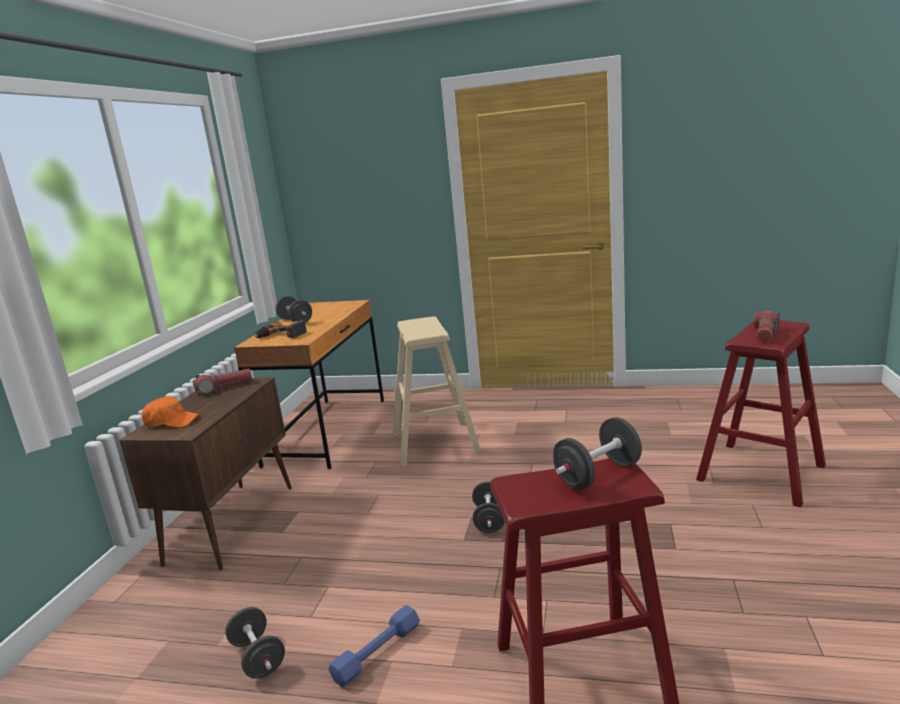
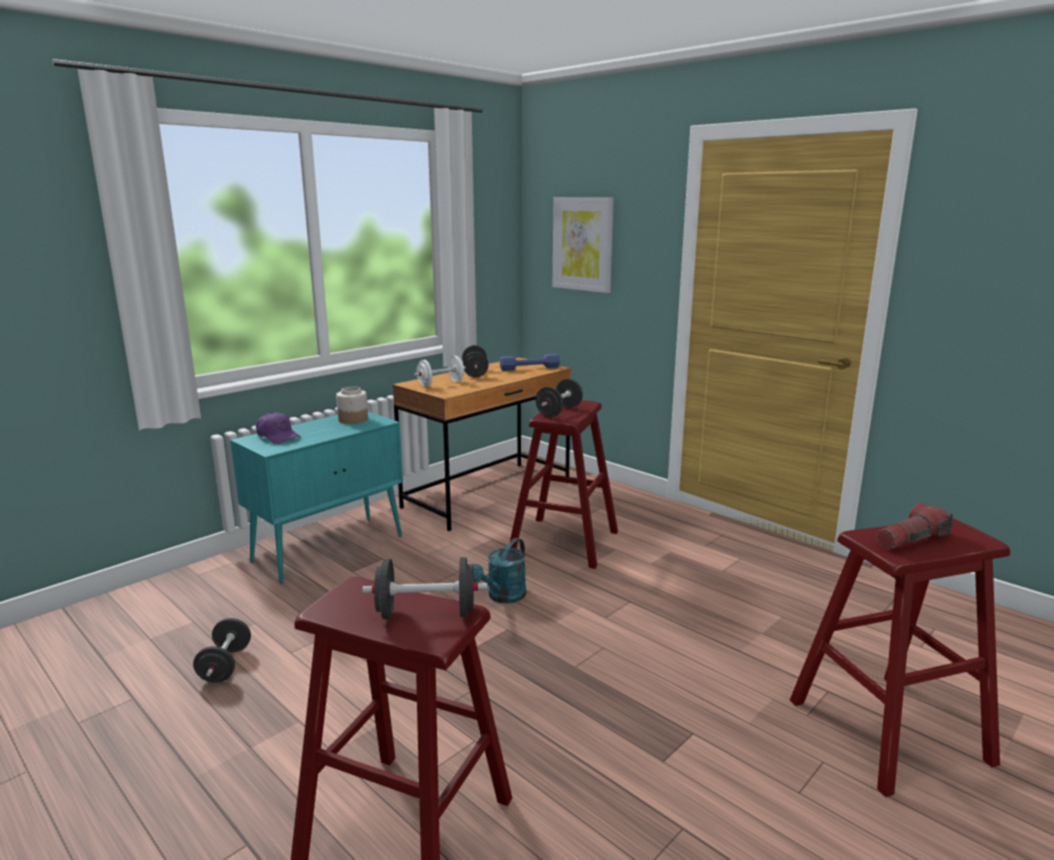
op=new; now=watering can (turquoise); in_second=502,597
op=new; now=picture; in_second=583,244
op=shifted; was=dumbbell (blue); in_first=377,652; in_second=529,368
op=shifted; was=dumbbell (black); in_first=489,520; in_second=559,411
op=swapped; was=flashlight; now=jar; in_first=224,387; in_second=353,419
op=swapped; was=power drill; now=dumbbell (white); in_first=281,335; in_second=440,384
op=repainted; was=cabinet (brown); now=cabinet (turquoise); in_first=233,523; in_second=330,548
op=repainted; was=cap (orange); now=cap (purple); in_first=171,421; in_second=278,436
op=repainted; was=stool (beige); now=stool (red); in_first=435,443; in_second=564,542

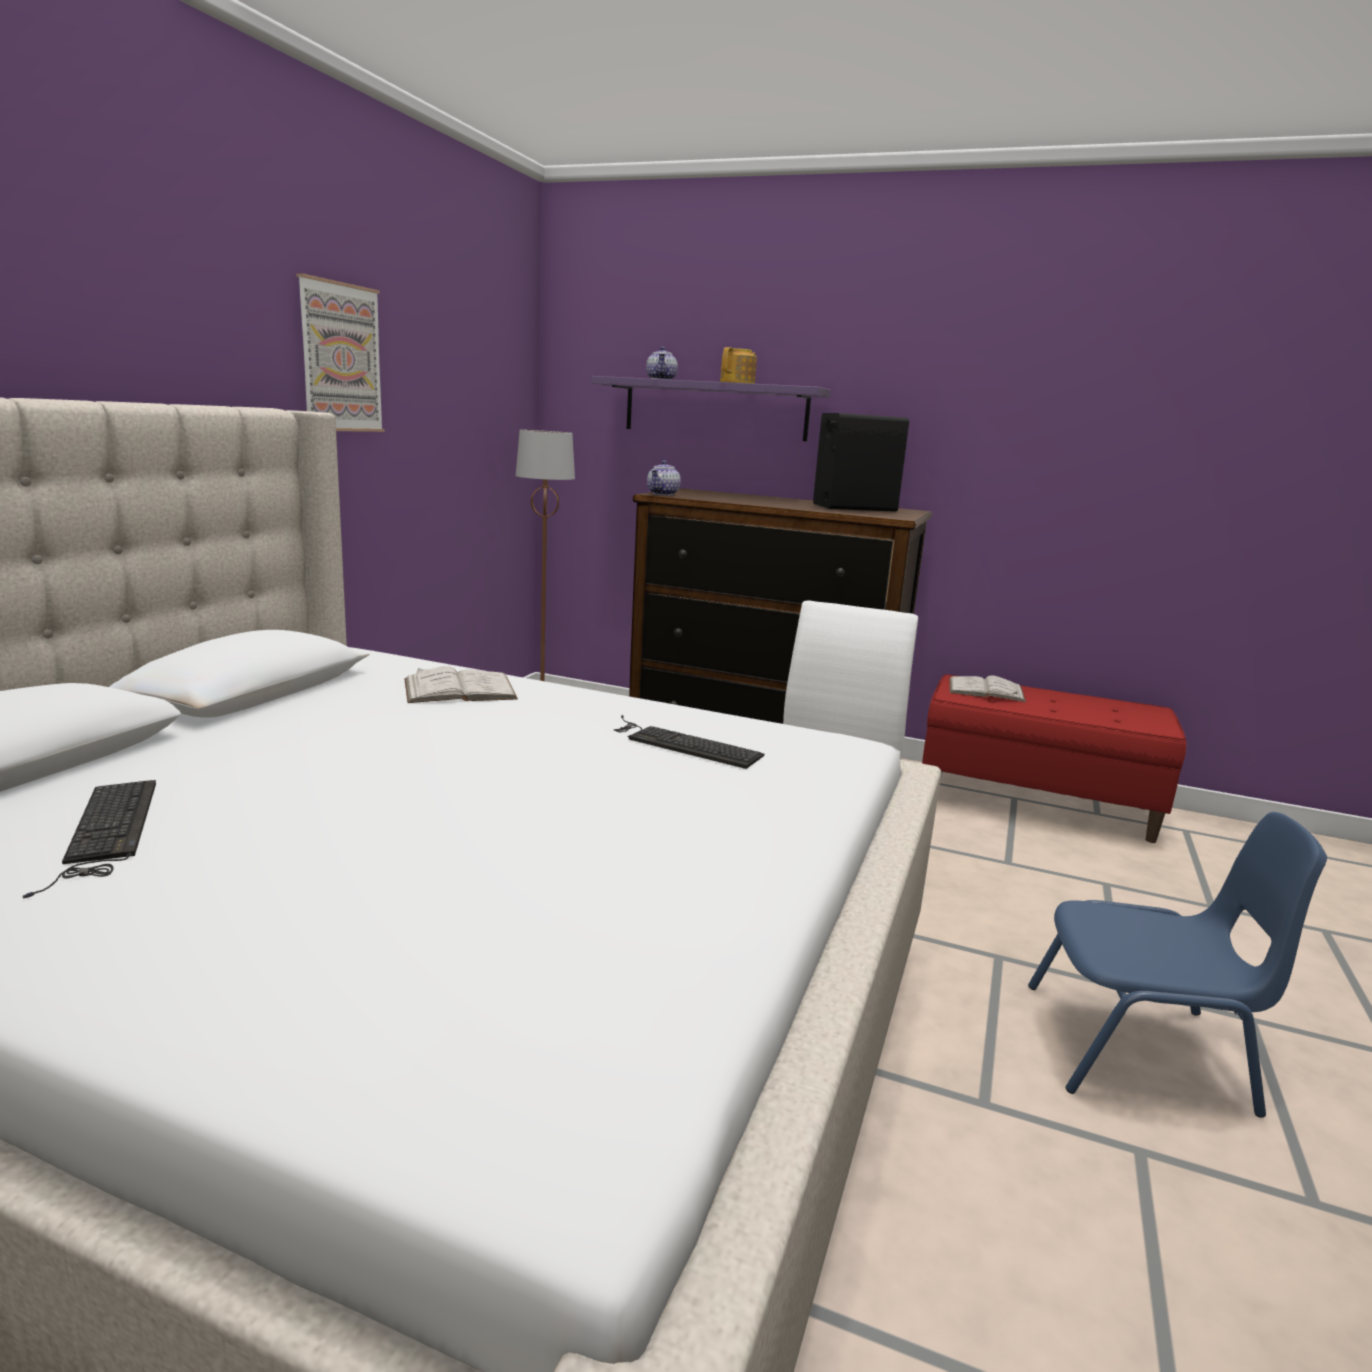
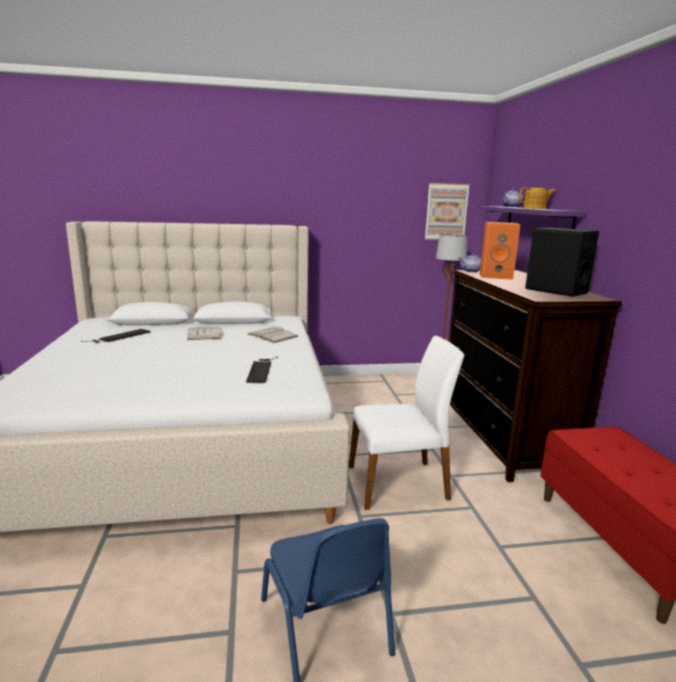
op=new; now=speaker (orange); in_second=496,276
op=shifted; was=picture; in_first=340,358; in_second=446,212
op=shifted; was=book (white); in_first=986,690; in_second=204,333

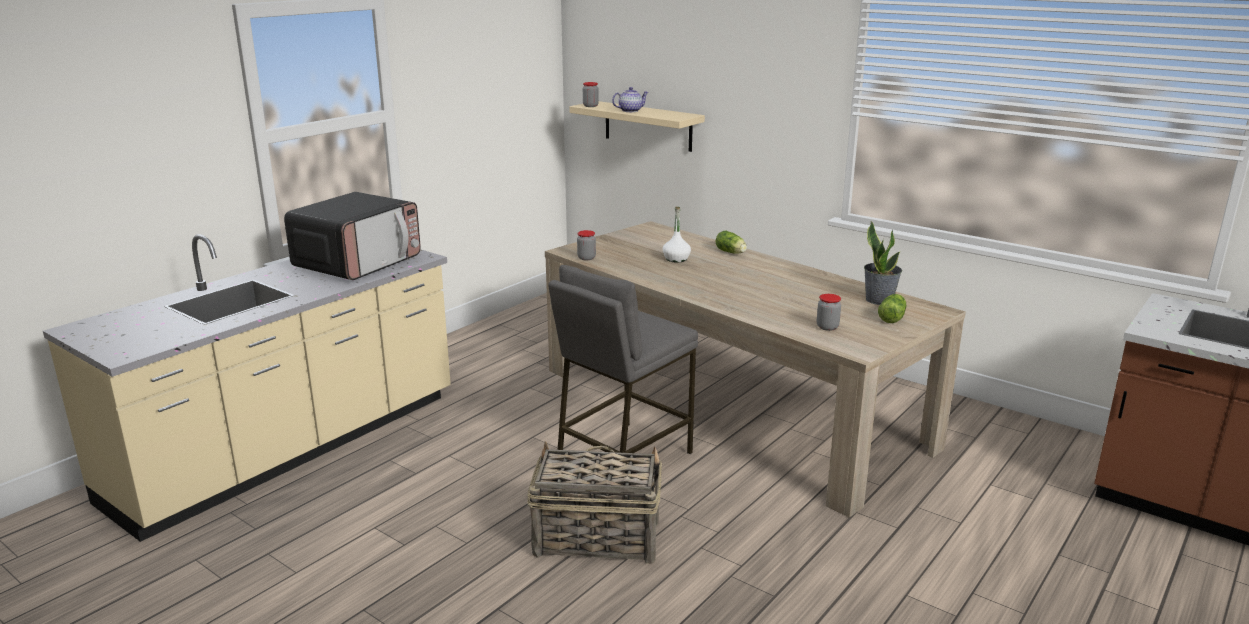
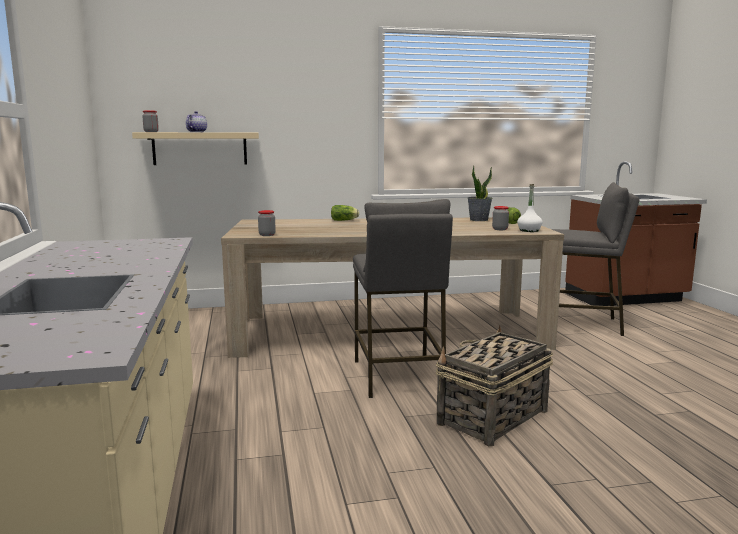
op=gone; was=microwave; in_first=358,263
op=new; now=stool (grey); in_second=580,324
op=shifted; was=bottle (white); in_first=676,259; in_second=529,230

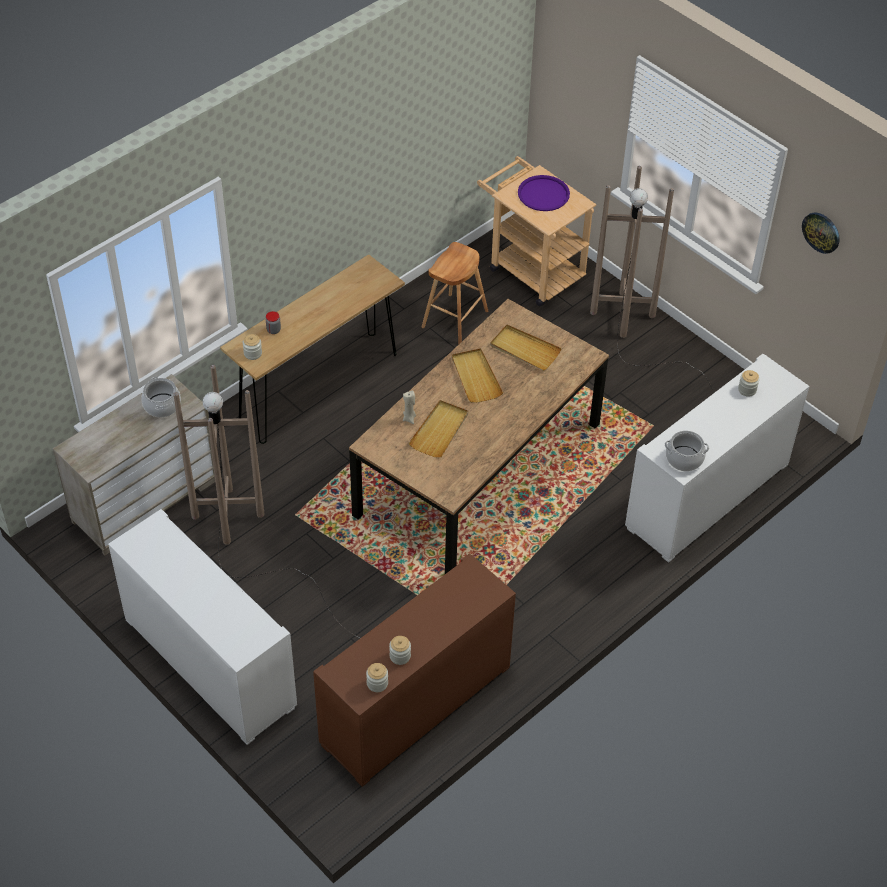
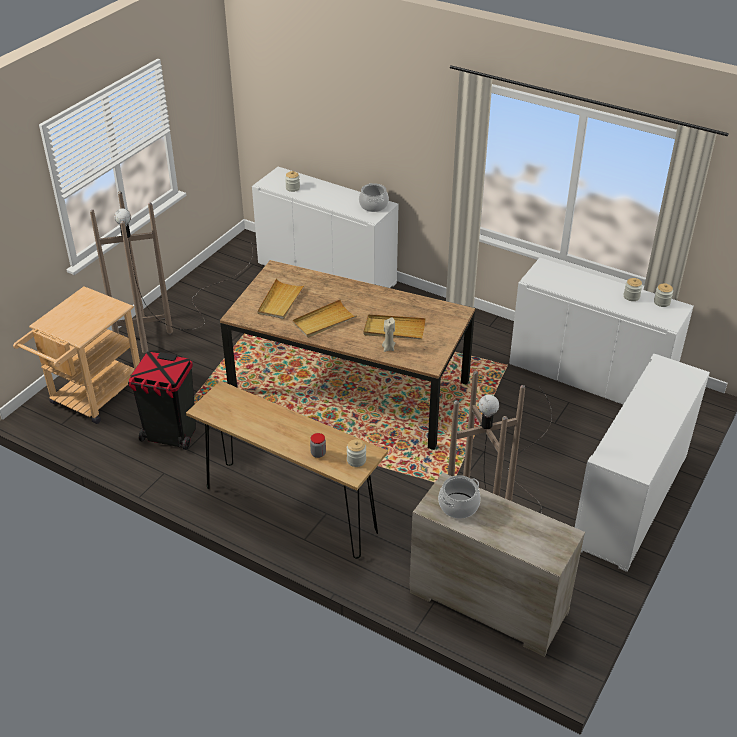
op=gone; was=tray (purple); in_first=543,194
op=gone; was=wall clock; in_first=821,232
op=swapped; was=stool (brown); now=trash can (black); in_first=455,319; in_second=170,435
op=repainted; was=cabinet (brown); now=cabinet (white); in_first=416,705; in_second=589,377

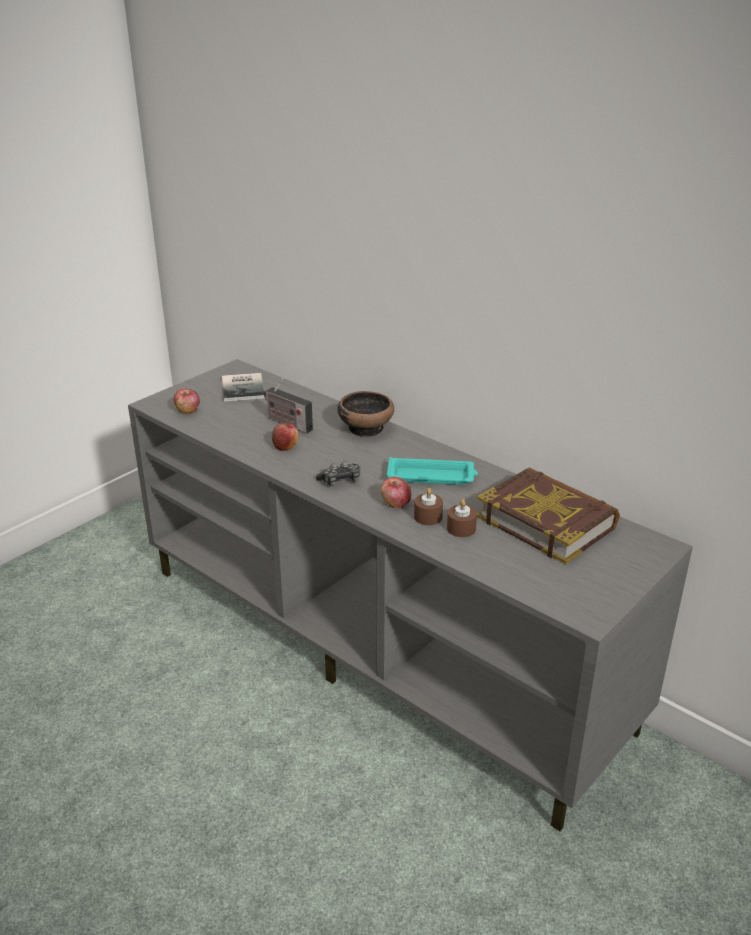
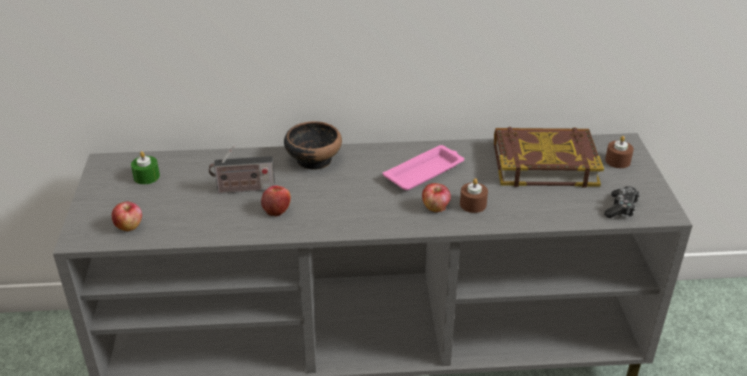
op=shifted; was=game controller; in_first=340,481; in_second=621,208
op=shifted; was=candle (brown); in_first=461,528; in_second=617,161
op=swapped; was=book; now=candle (green); in_first=244,387; in_second=146,177
op=repainted; was=tray (turquoise); now=tray (pink); in_first=432,476; in_second=425,172

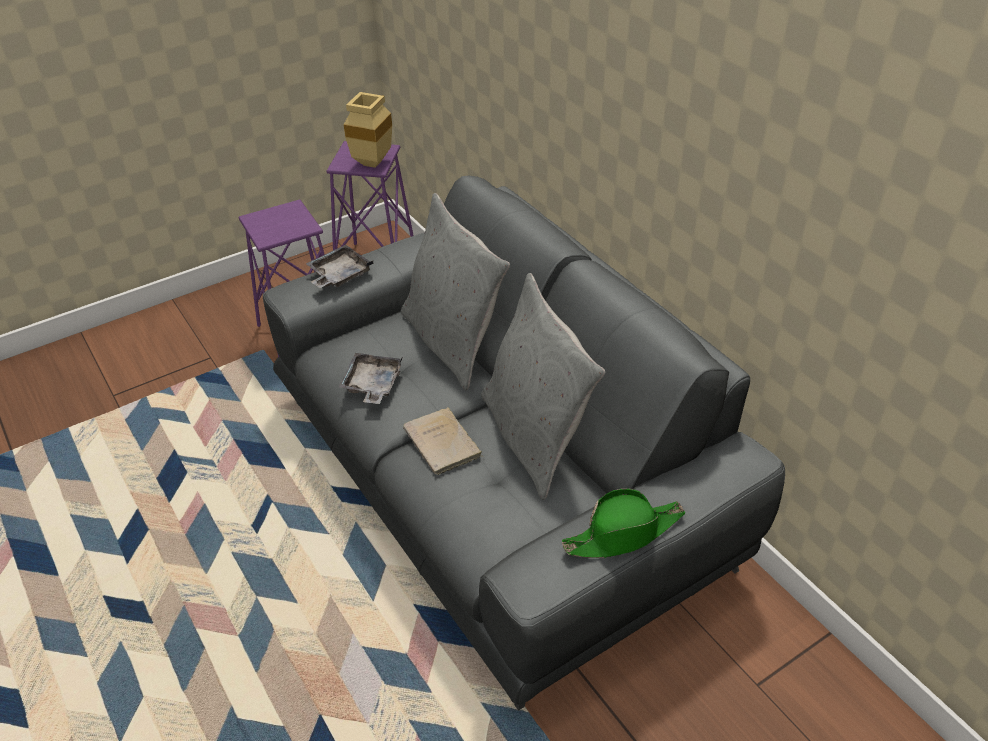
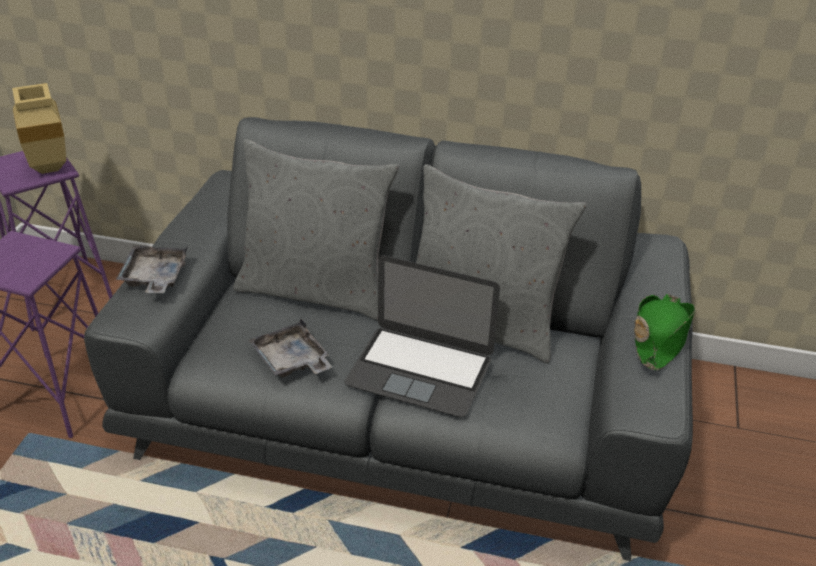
op=swapped; was=book (beige); now=laptop; in_first=443,444; in_second=420,370

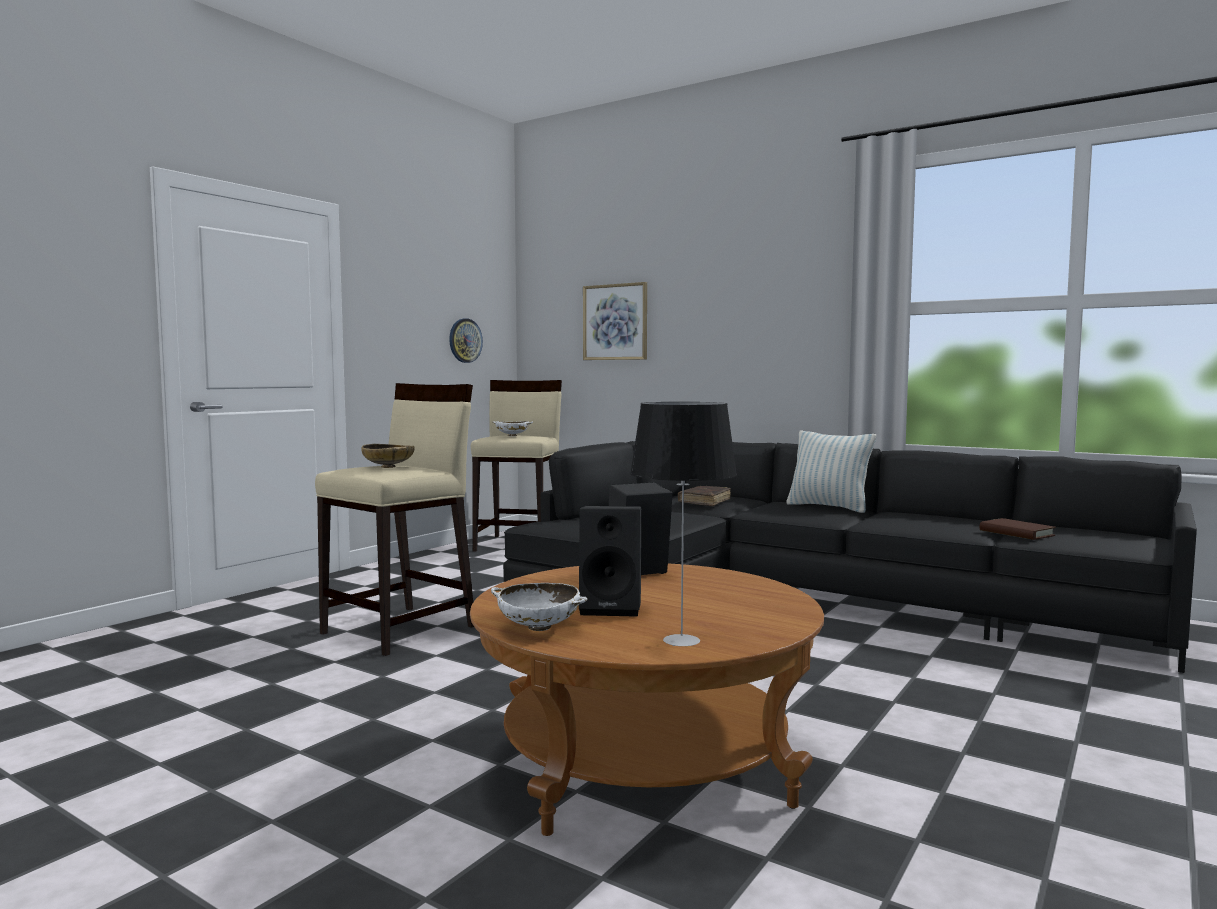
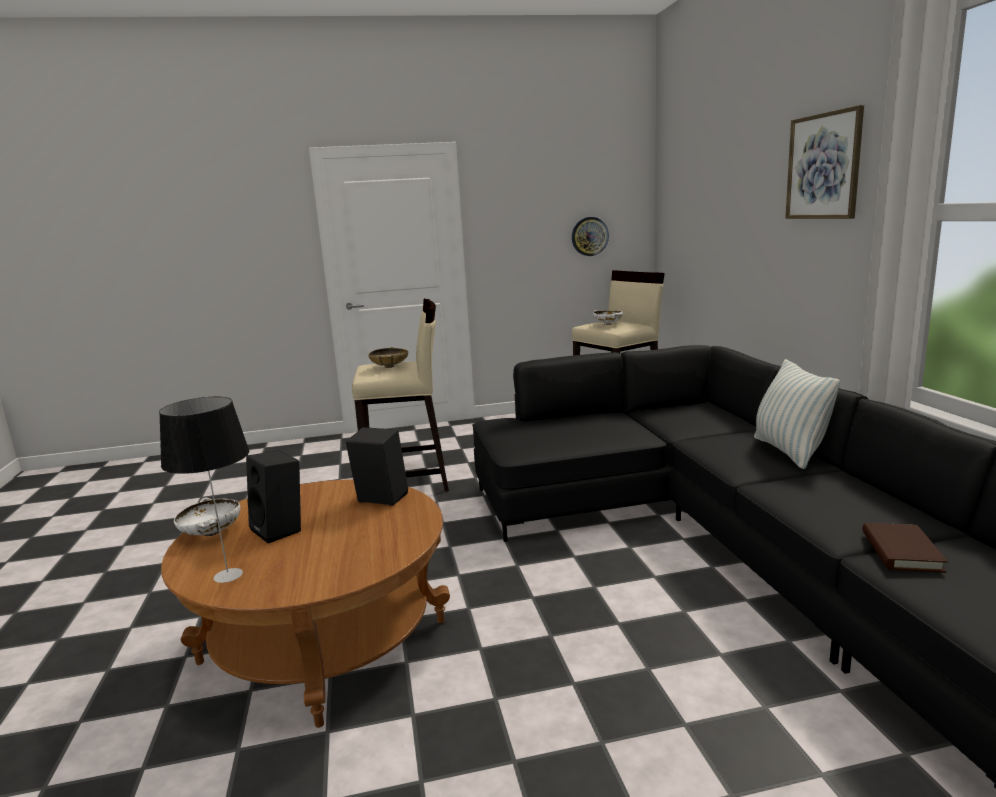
op=gone; was=book (brown); in_first=704,502
op=shifted; was=picture; in_first=615,322; in_second=823,166

